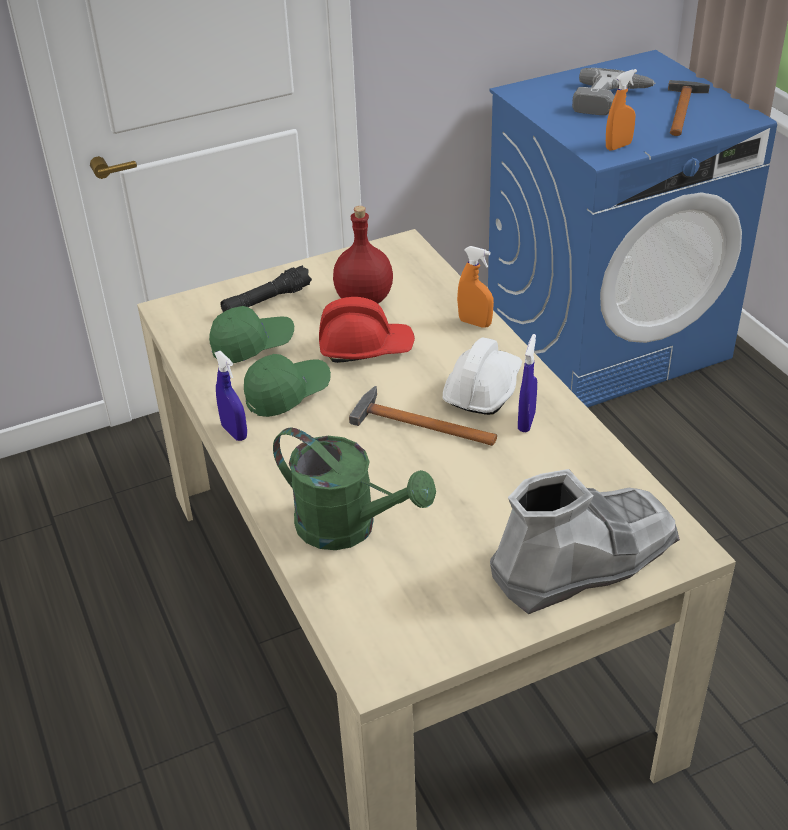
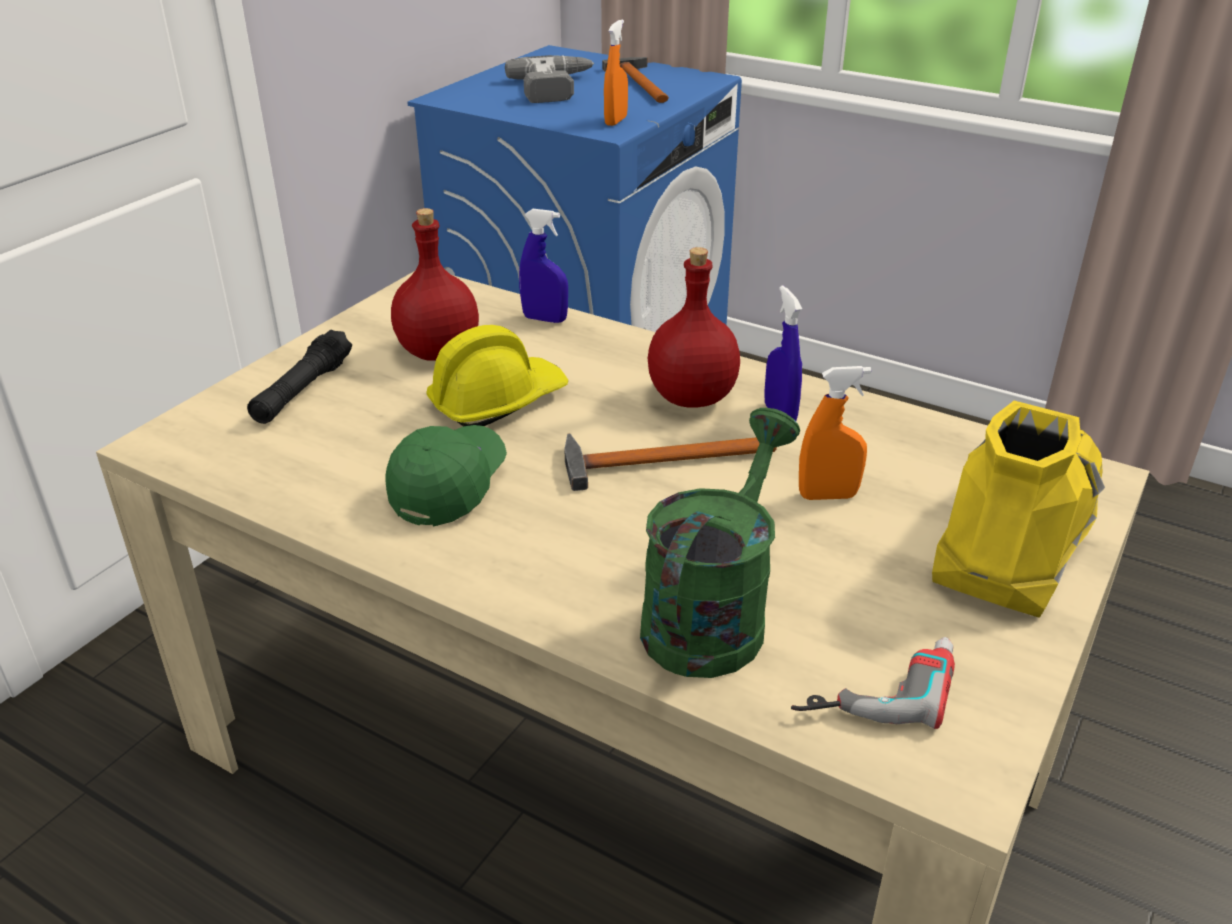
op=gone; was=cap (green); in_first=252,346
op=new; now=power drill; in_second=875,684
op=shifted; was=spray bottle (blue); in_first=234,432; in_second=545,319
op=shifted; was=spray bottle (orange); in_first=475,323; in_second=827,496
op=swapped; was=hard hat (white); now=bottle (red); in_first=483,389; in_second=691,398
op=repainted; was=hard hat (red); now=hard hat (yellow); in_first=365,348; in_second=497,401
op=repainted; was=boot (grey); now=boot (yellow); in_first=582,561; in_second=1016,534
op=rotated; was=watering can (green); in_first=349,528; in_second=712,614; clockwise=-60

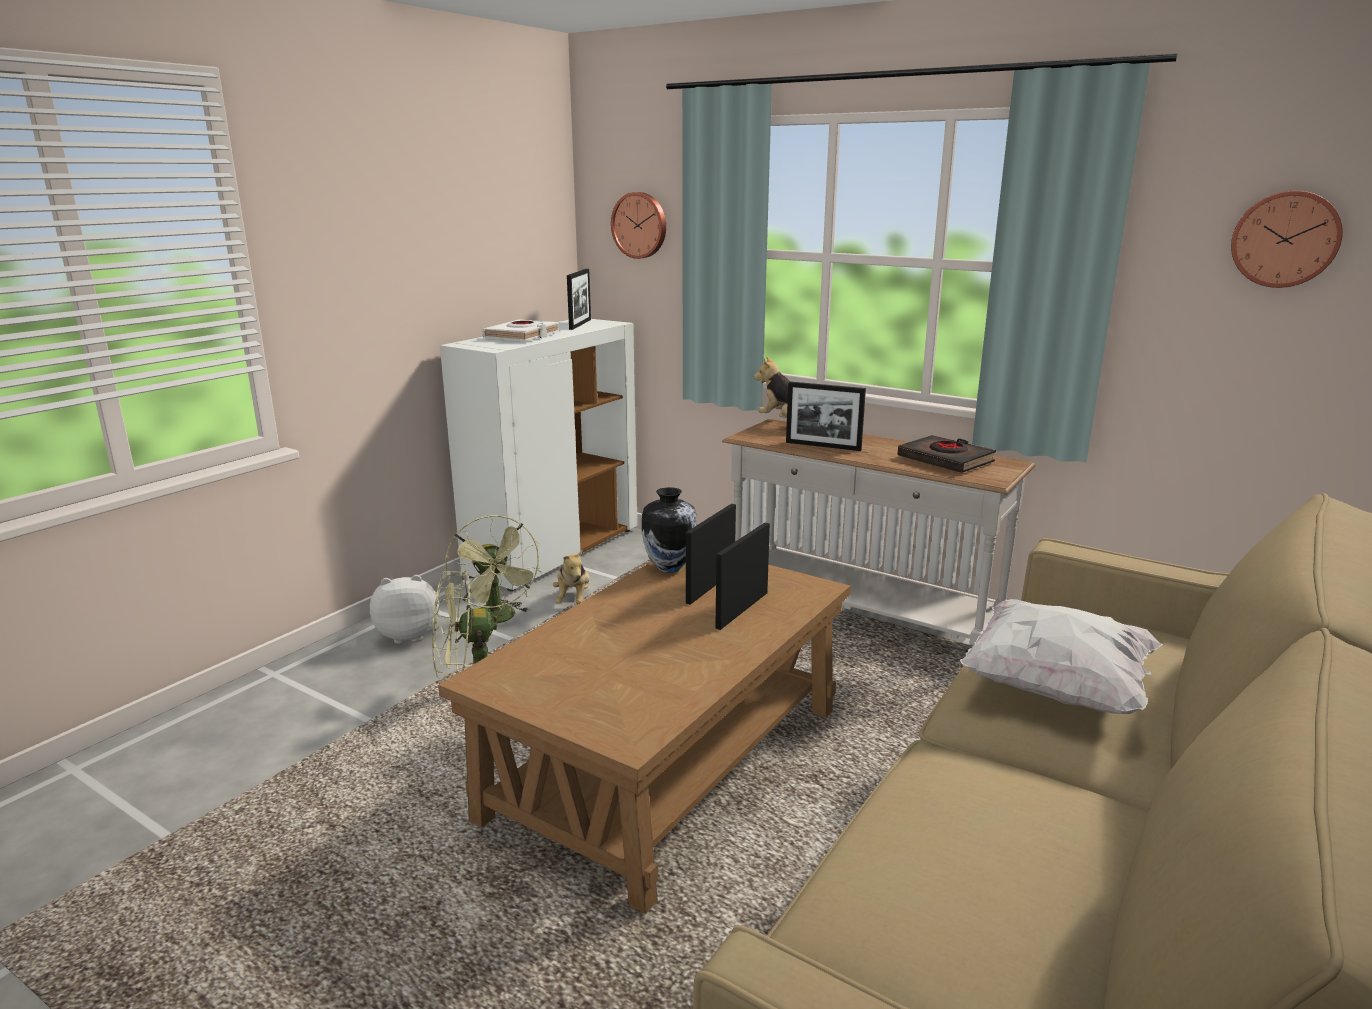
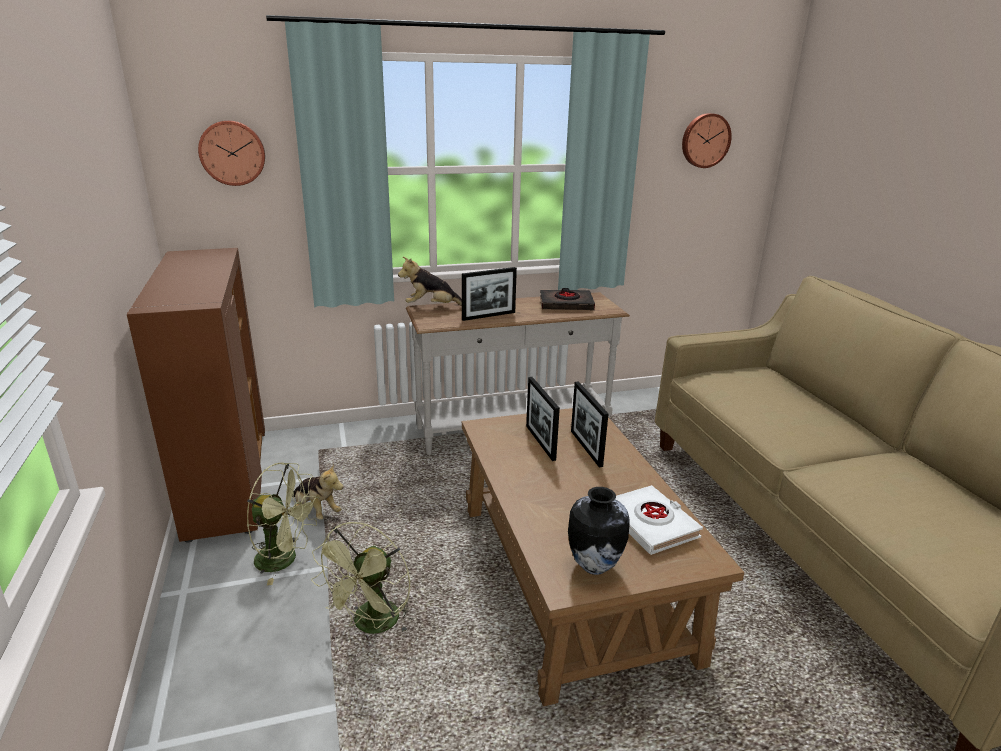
op=gone; was=plush toy; in_first=408,635
op=gone; was=picture frame; in_first=580,324
op=gone; was=pillow (white); in_first=1055,688
op=shifted; was=book (white); in_first=522,336; in_second=650,524
op=shifted; was=vase; in_first=669,567; in_second=593,566
op=repainted; was=cabinet (white); now=cabinet (brown); in_first=554,552; in_second=227,482

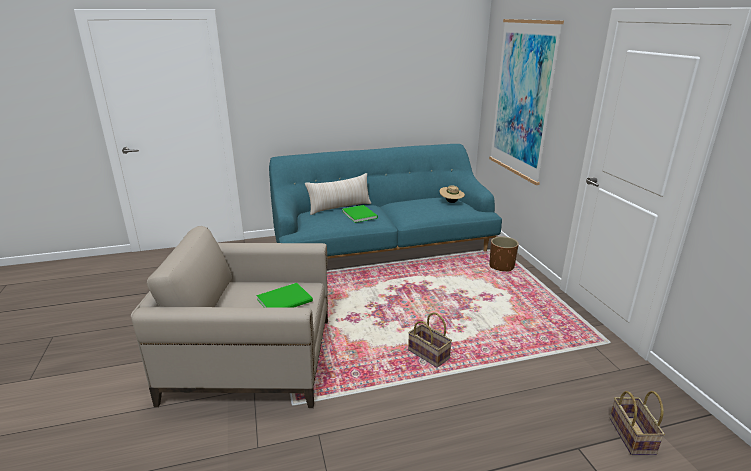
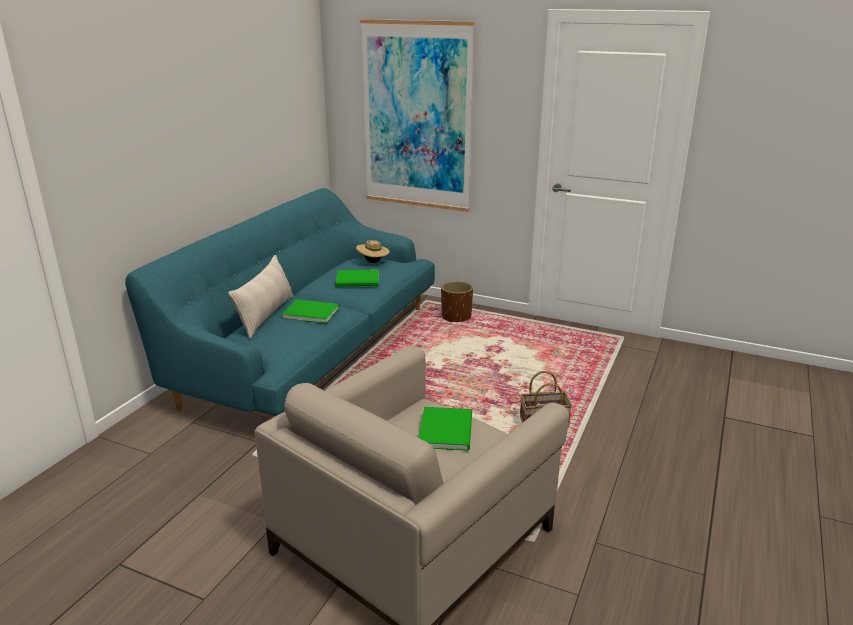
op=gone; was=basket; in_first=630,435
op=new; now=book (green); in_second=359,280

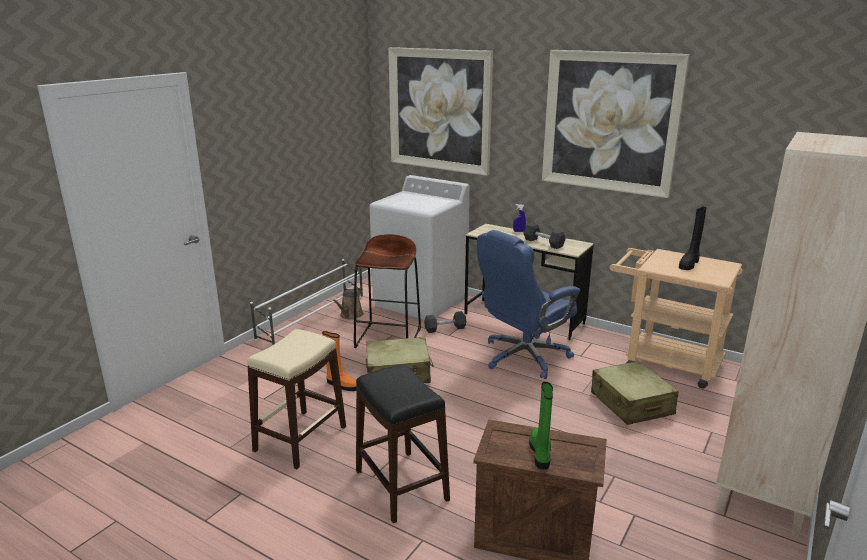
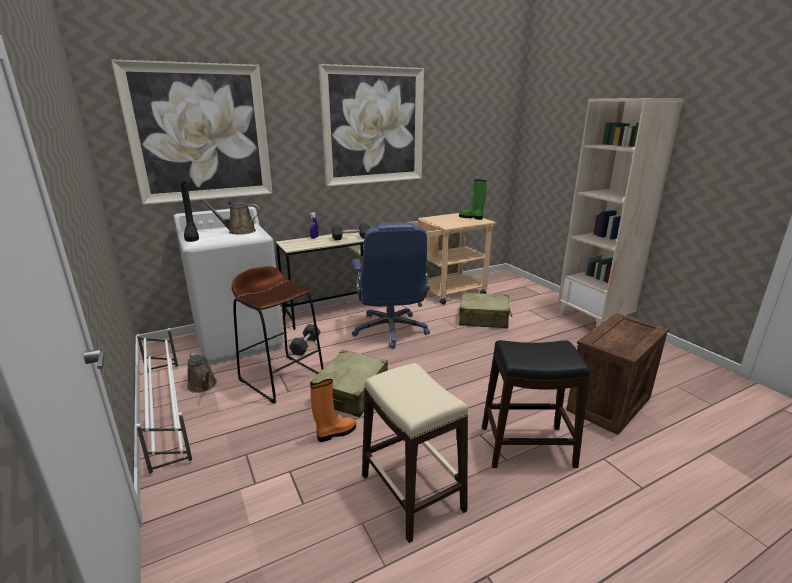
op=new; now=watering can (brown); in_second=239,231
op=shifted; was=boot (green); in_first=540,453; in_second=471,217
op=shifted; was=boot (black); in_first=689,264; in_second=192,236

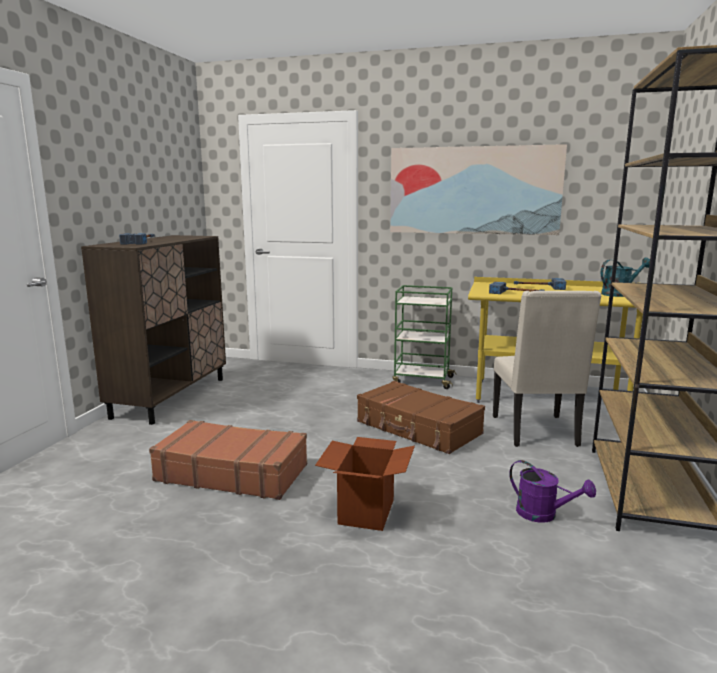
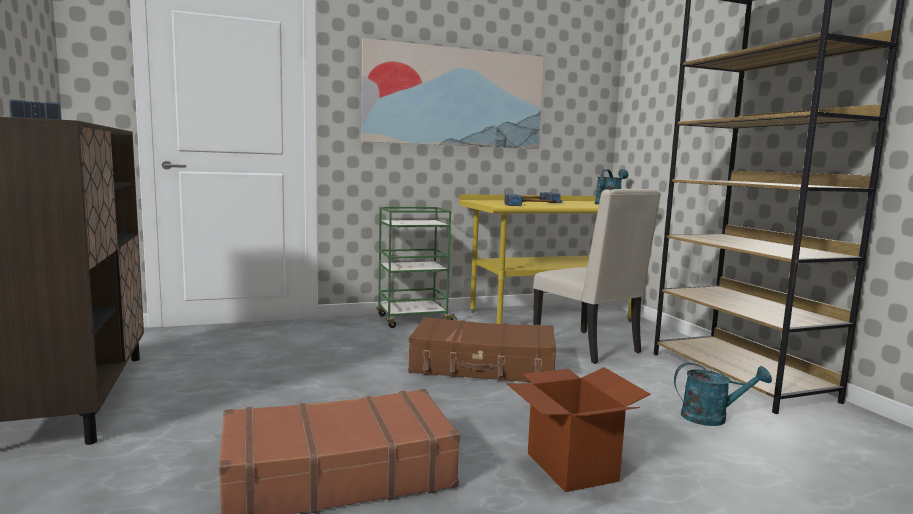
op=repainted; was=watering can (purple); now=watering can (turquoise); in_first=543,515; in_second=712,417

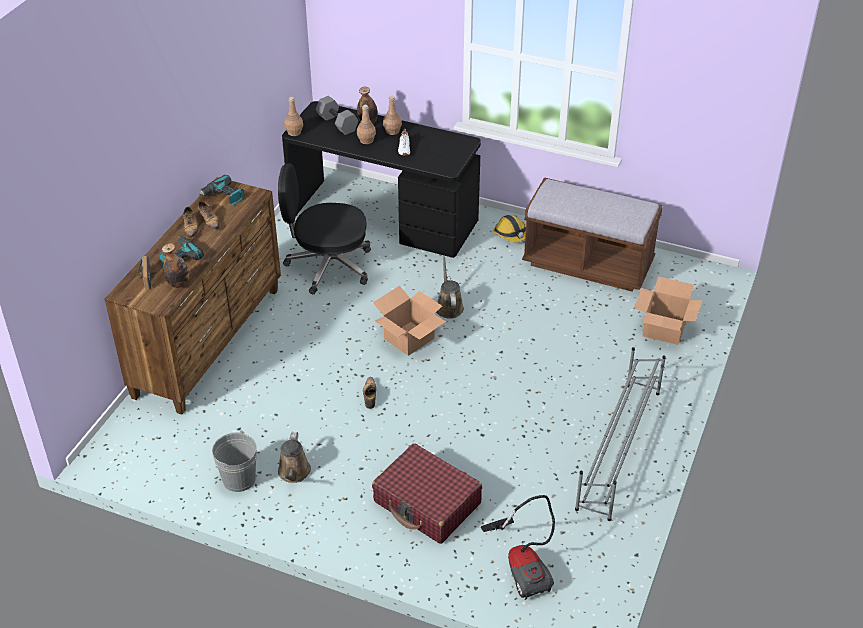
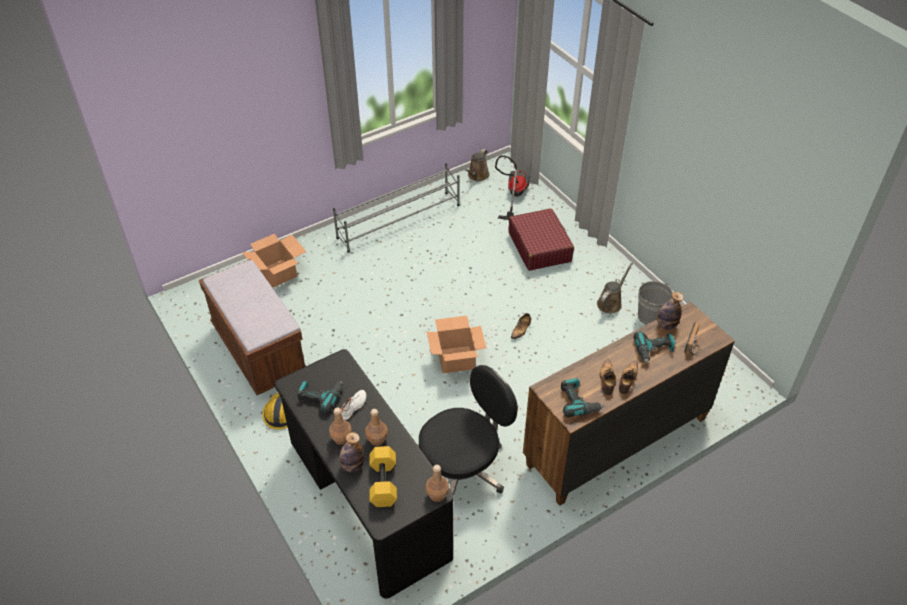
op=new; now=power drill; in_second=321,396
op=shifted; was=watering can (brown); in_first=448,306; in_second=477,176
op=repainted; was=dumbbell (grey); now=dumbbell (yellow); in_first=336,123; in_second=384,483
op=rotated; was=office chair (black); in_first=327,266; in_second=463,468; clockwise=-75

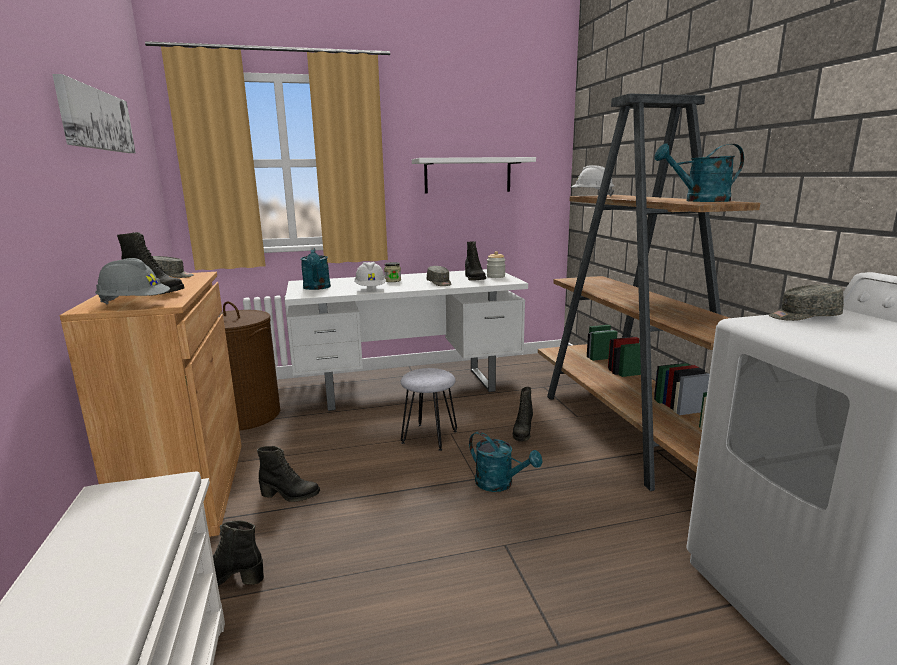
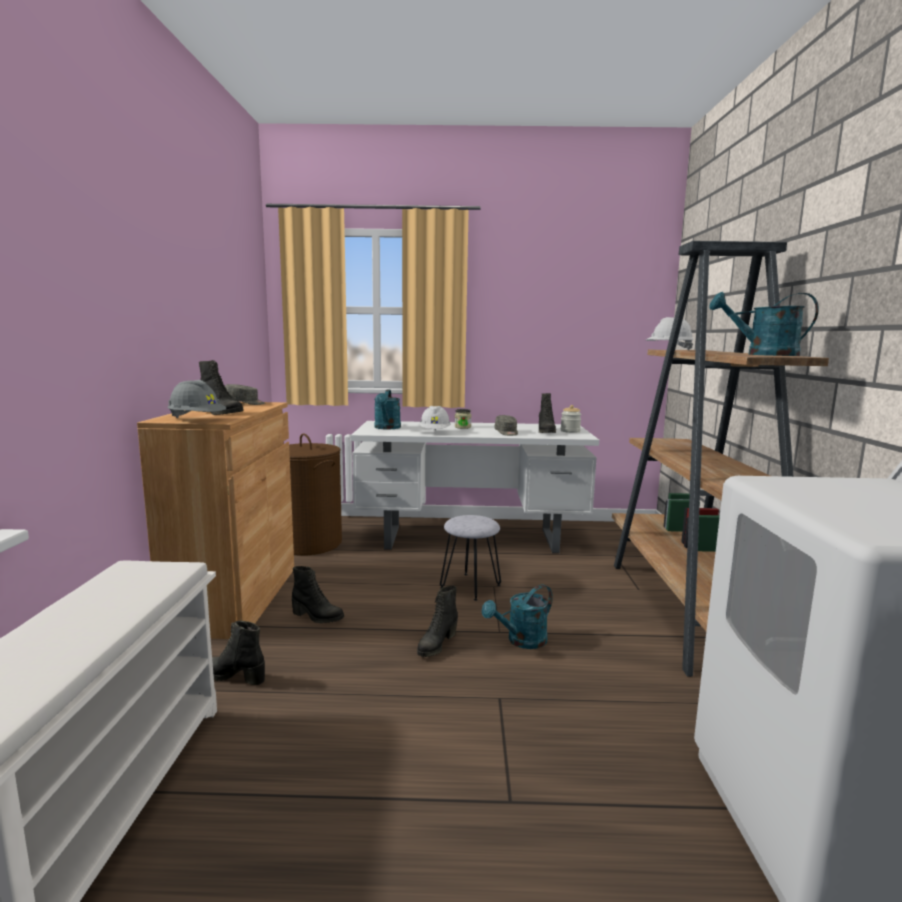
op=gone; was=picture; in_first=96,120
op=gone; was=shelf (white); in_first=468,175
op=gone; was=cap (grey); in_first=803,317
op=shifted; was=boot (black); in_first=522,433; in_second=436,645
op=rotated; was=watering can (turquoise); in_first=500,484; in_second=521,641; clockwise=90

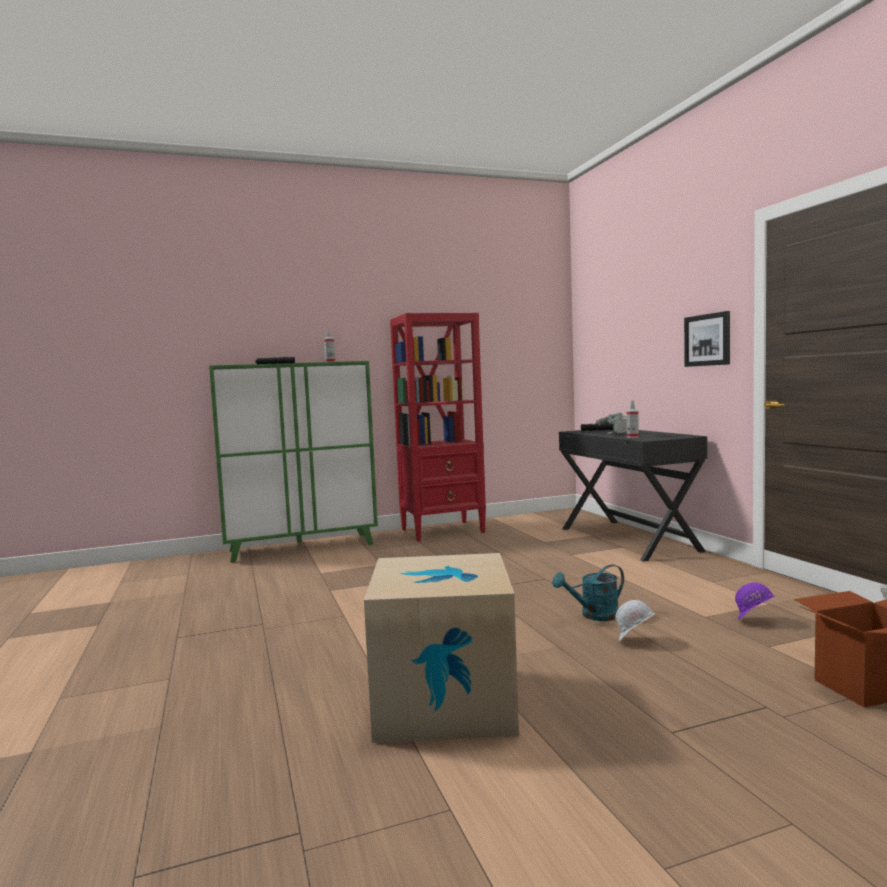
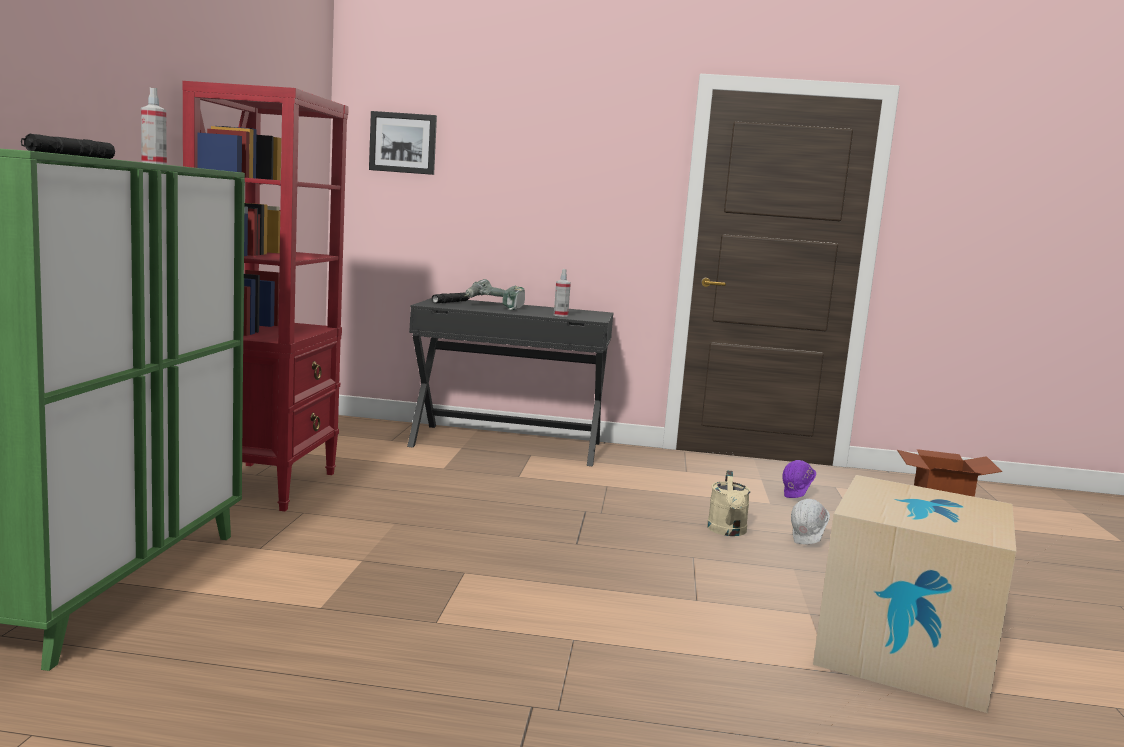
op=shifted; was=picture; in_first=708,340; in_second=403,143
op=repainted; was=watering can (turquoise); now=watering can (beige); in_first=594,616; in_second=727,531

